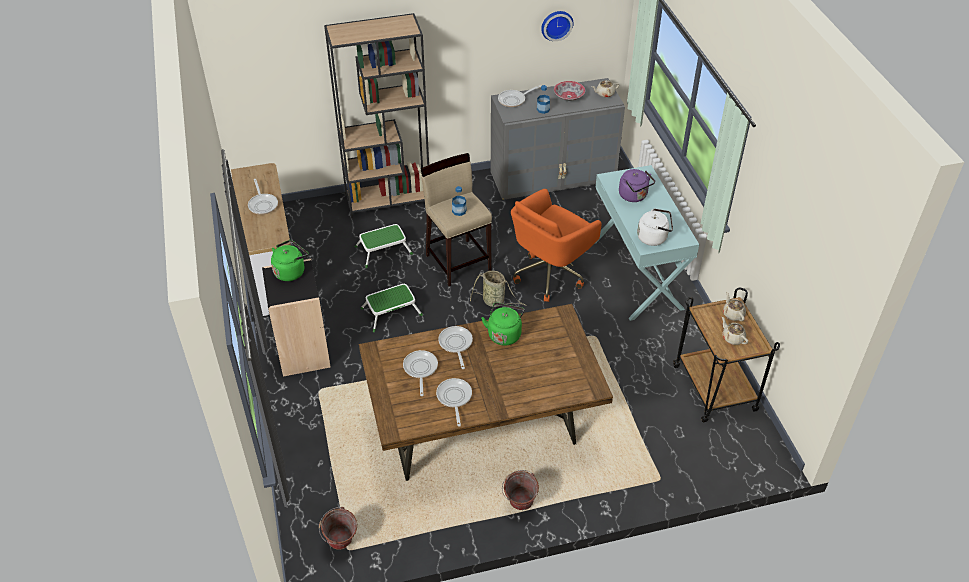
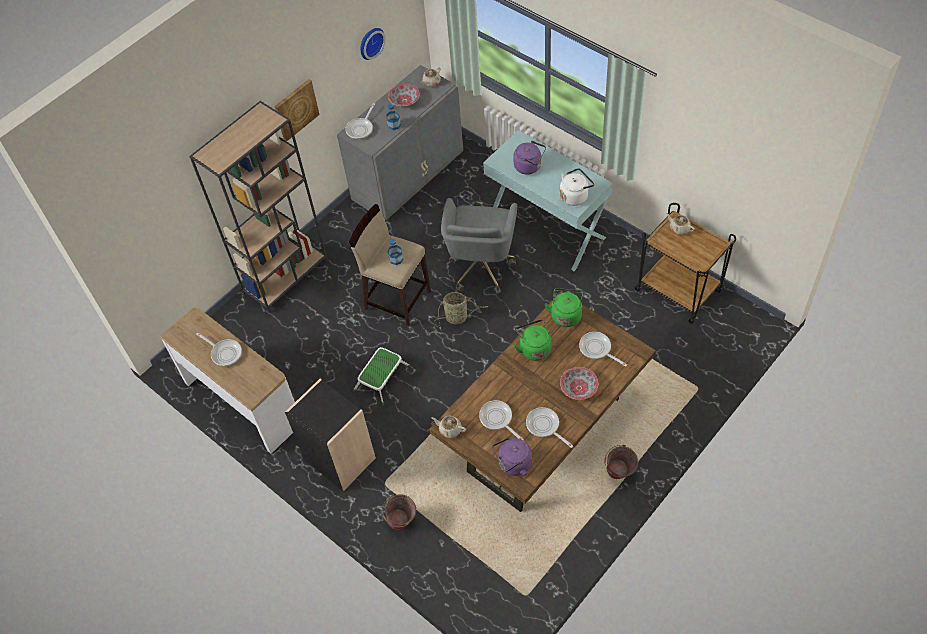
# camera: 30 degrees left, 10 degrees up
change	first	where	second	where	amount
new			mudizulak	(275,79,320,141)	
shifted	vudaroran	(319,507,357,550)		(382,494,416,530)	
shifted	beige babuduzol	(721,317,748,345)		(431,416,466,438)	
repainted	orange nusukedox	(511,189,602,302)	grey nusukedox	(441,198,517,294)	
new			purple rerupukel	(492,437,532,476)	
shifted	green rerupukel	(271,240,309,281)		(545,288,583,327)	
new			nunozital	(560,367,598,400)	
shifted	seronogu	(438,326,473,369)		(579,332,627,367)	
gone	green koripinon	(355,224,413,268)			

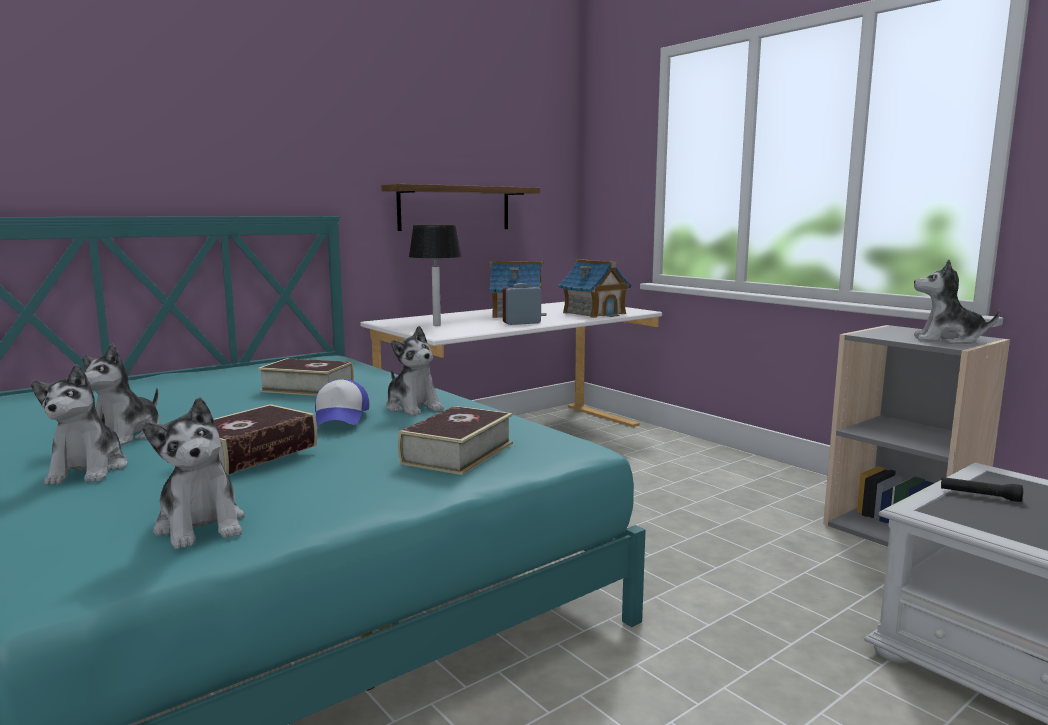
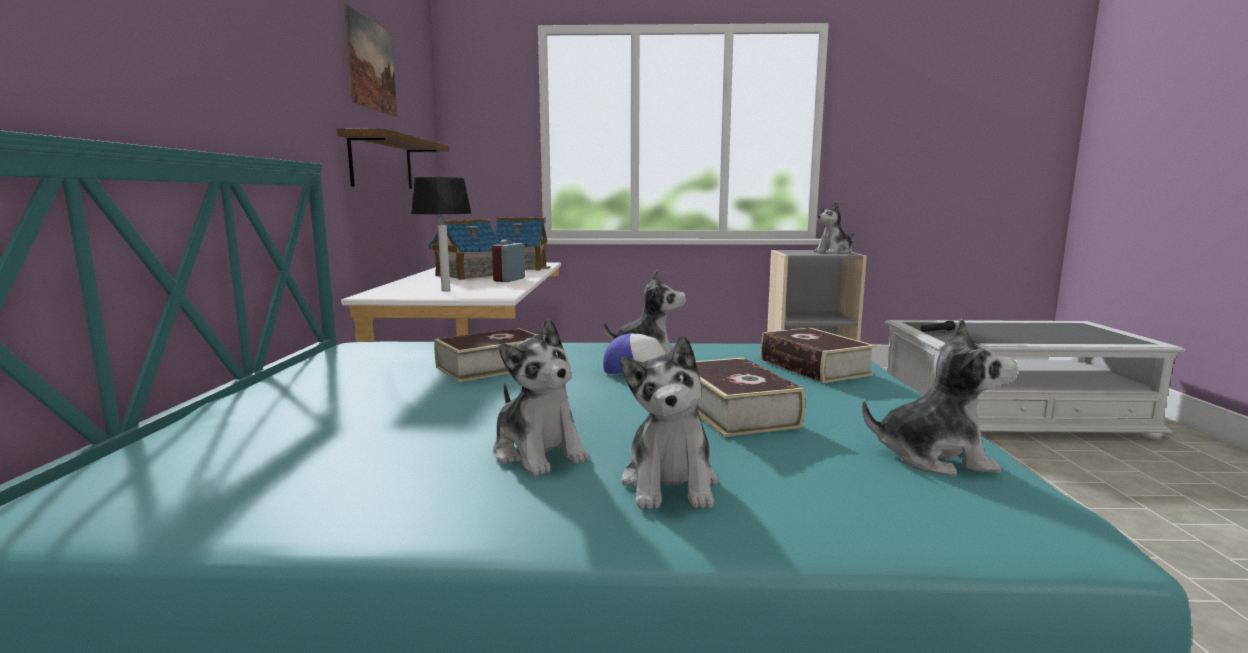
# camera: 50 degrees left, 0 degrees up
change	first	where	second	where	amount
new			mudizulak	(344,4,397,117)	
rotated	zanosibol	(31,364,127,485)		(621,335,719,509)	60 degrees clockwise

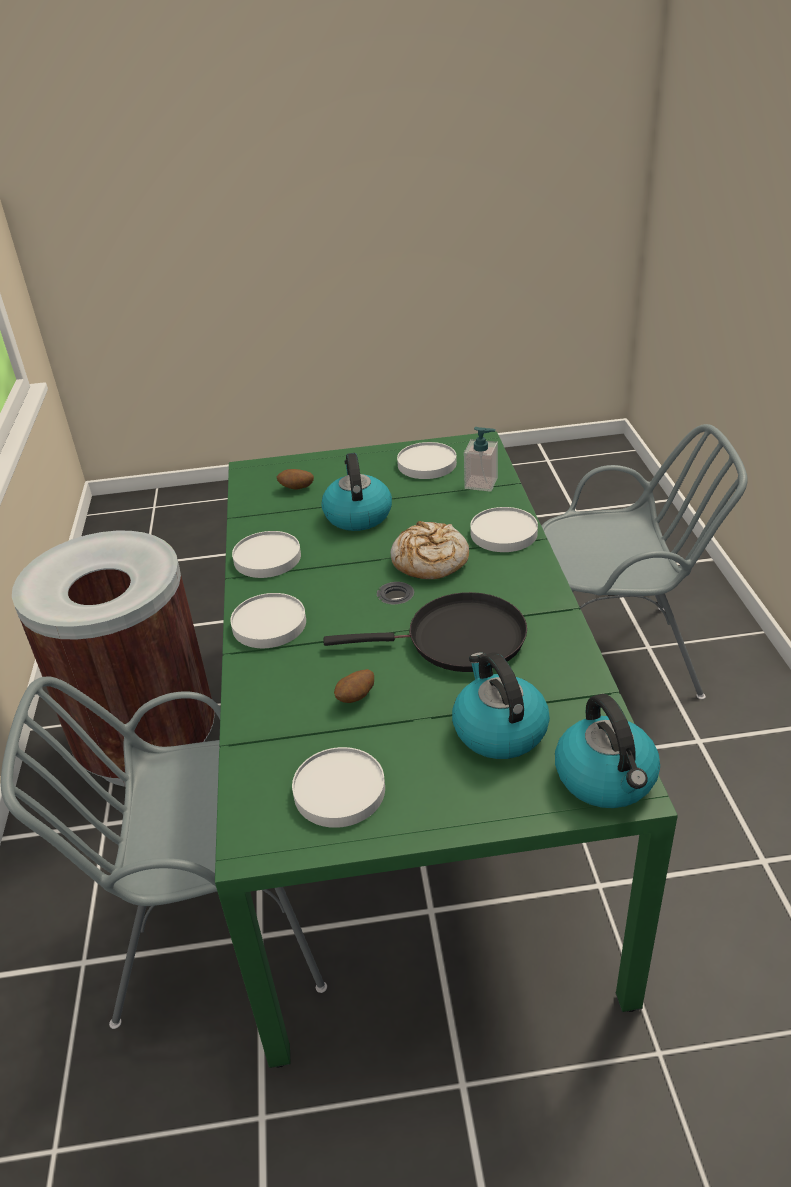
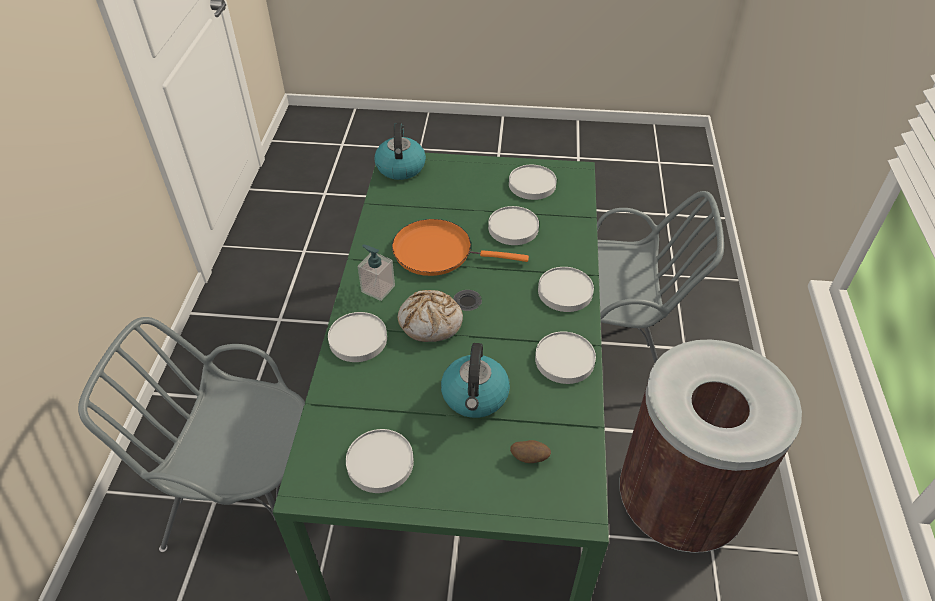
# camera: 170 degrees left, 10 degrees up
change	first	where	second	where	amount
shifted	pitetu	(464,427,498,492)		(358,245,395,301)	
repainted	black seronogu	(323,592,527,672)	orange seronogu	(392,219,529,276)	
swapped	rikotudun	(334,669,374,703)	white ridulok	(488,206,539,245)	
gone	rerupukel	(452,652,550,759)			

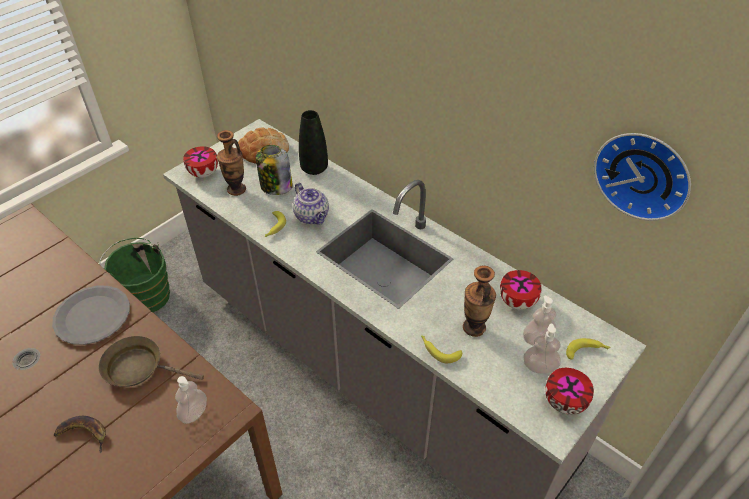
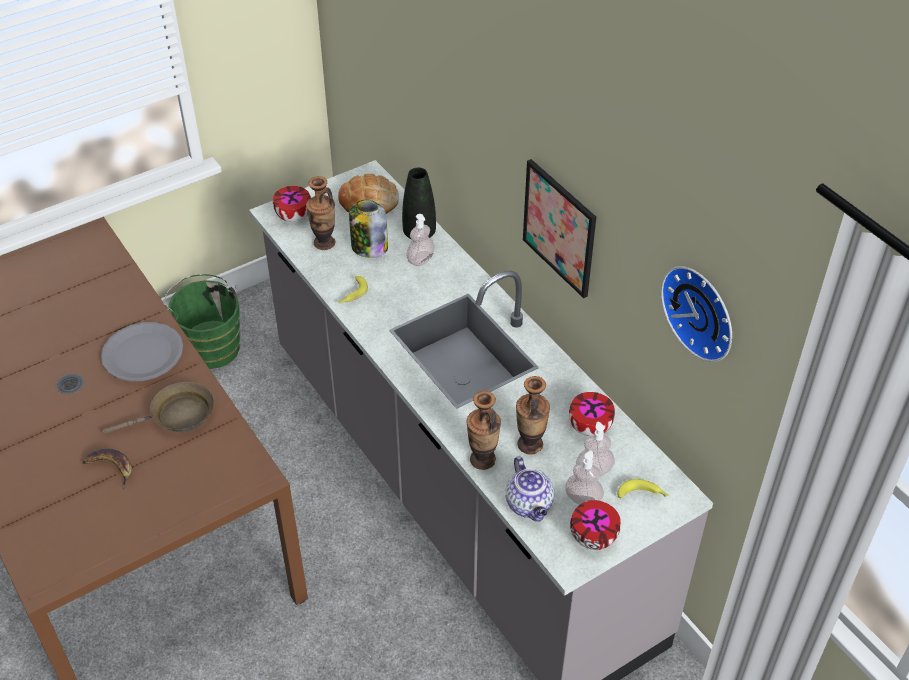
# camera: 15 degrees right, 0 degrees up
change	first	where	second	where	amount
rotated	brown seronogu	(99,336,204,387)		(102,382,214,434)	135 degrees clockwise
shifted	pitetu	(175,376,207,424)		(406,214,435,266)	
swapped	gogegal	(421,335,462,363)	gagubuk	(466,391,501,470)	
shifted	babuduzol	(293,183,329,225)		(505,456,554,522)	
new			mudizulak	(523,159,596,298)	

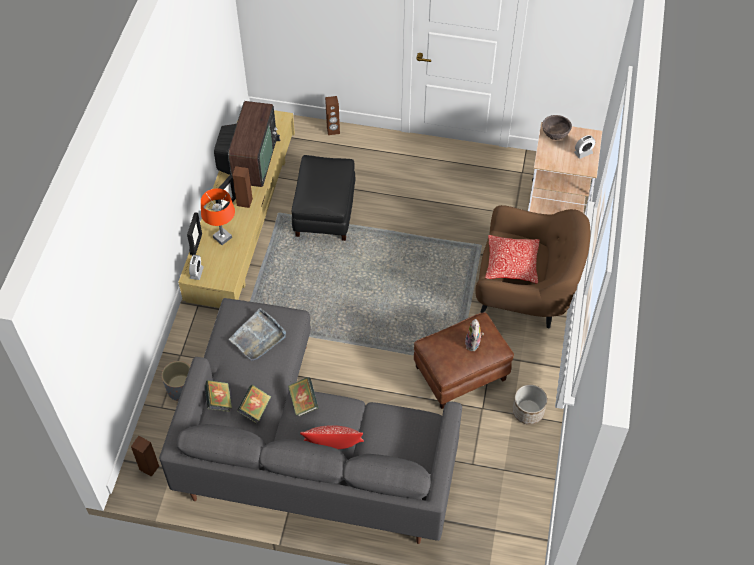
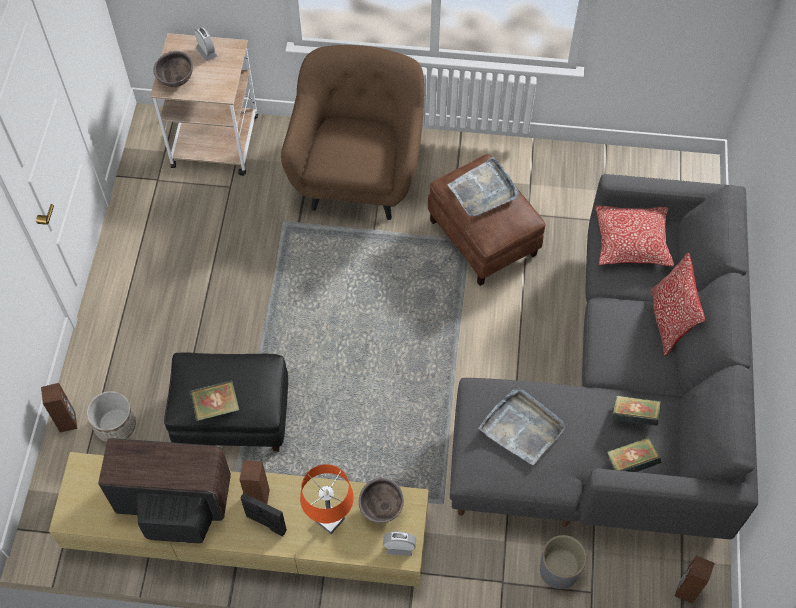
# camera: 95 degrees left, 5 degrees up
change	first	where	second	where	amount
shifted	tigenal	(512,385,547,425)		(87,391,136,443)	
shifted	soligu	(288,377,319,417)		(189,380,239,421)	
new			brown nunozital	(359,478,404,523)	
swapped	zanosibol	(465,319,484,351)	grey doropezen	(448,156,519,216)	
shifted	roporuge	(485,235,540,283)		(595,205,674,267)	
gone	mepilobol	(187,212,202,256)			

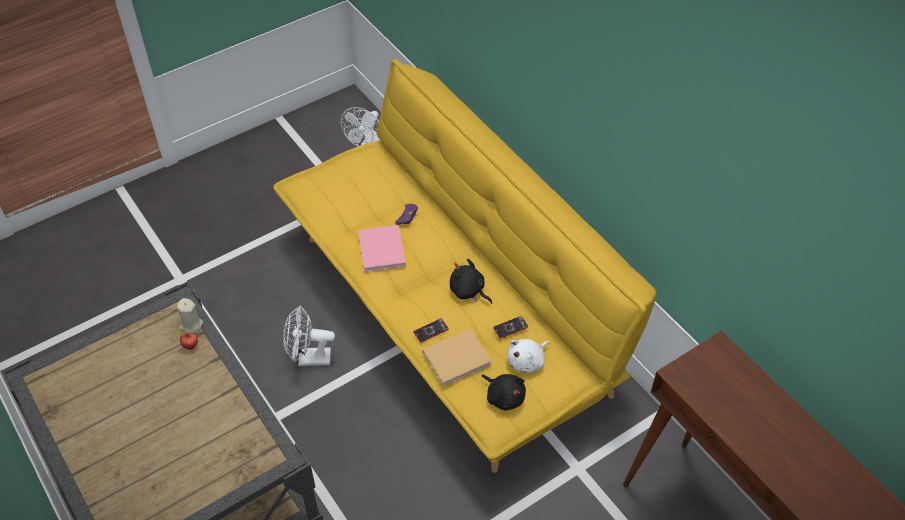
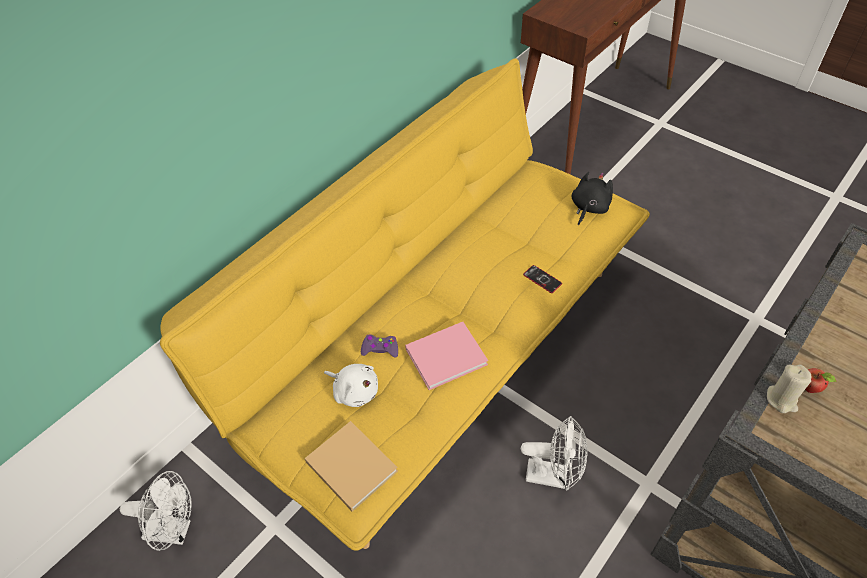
# camera: 105 degrees left, 0 degrees up
change	first	where	second	where	amount
shifted	beige soligu	(423,329,492,386)		(305,421,398,512)	
shifted	white zanosibol	(507,339,550,373)		(324,364,378,407)	
rotated	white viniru	(283,306,335,366)		(521,416,587,491)	60 degrees counterclockwise
gone	black zanosibol	(450,259,492,304)			
gone	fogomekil	(493,316,528,338)			

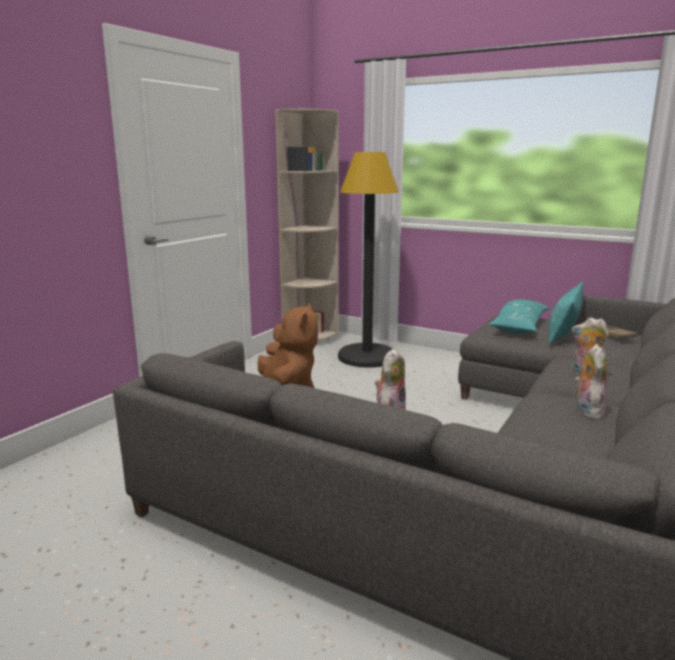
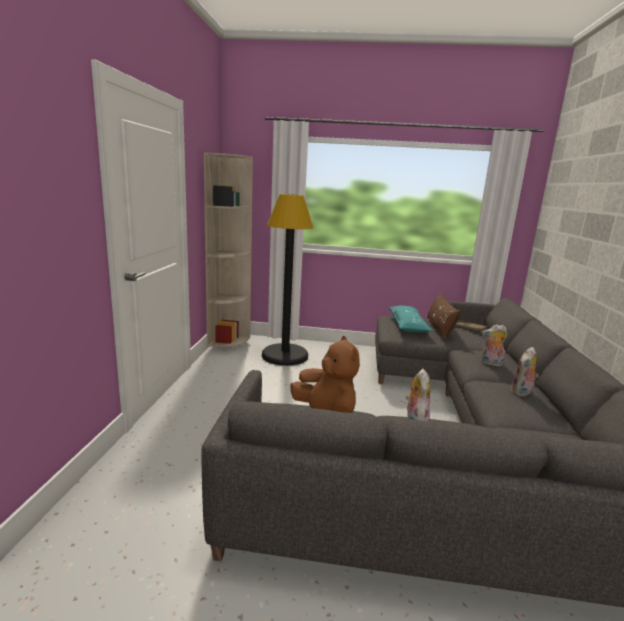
# camera: 25 degrees left, 0 degrees up
change	first	where	second	where	amount
repainted	turquoise roporuge	(549,282,584,344)	brown roporuge	(427,292,461,340)	
rotated	zanosibol	(575,344,607,419)		(511,347,539,397)	120 degrees counterclockwise

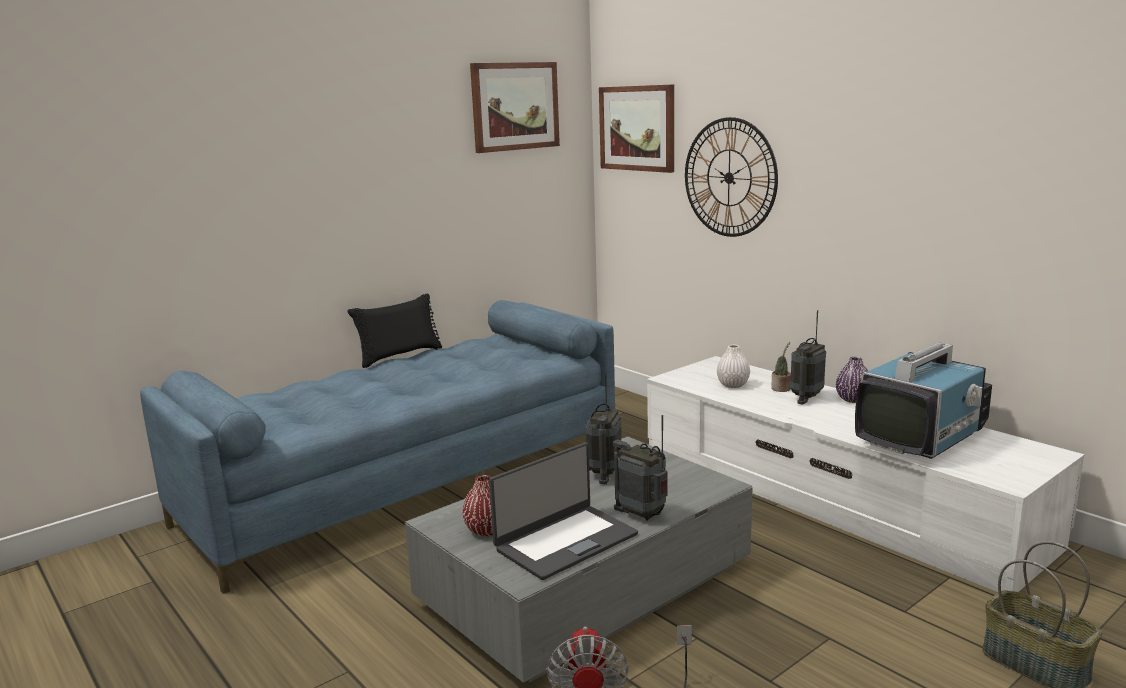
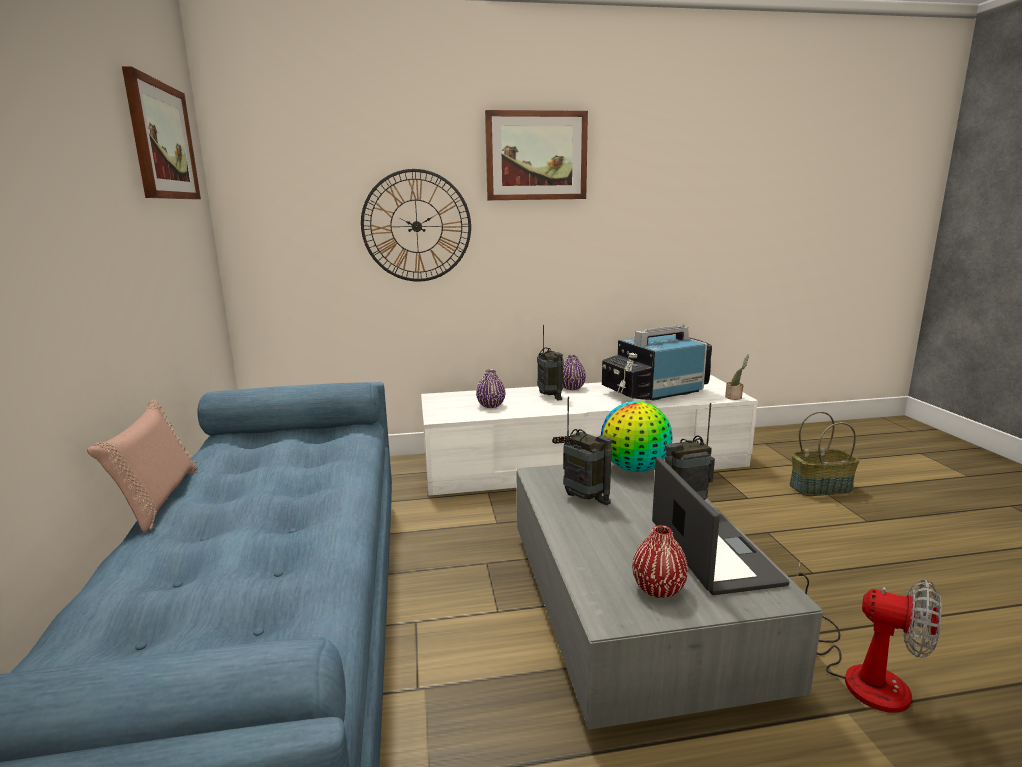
# camera: 60 degrees left, 0 degrees up
change	first	where	second	where	amount
repainted	black roporuge	(347,294,442,368)	beige roporuge	(87,400,198,532)	
repainted	white gagubuk	(717,345,750,388)	purple gagubuk	(476,369,505,408)	
shifted	mudizulak	(599,84,674,173)		(485,110,588,200)	
new			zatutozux	(601,401,672,472)	
rotated	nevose	(855,342,992,459)		(602,324,712,401)	105 degrees counterclockwise
shifted	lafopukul	(771,342,791,392)		(725,354,749,400)	

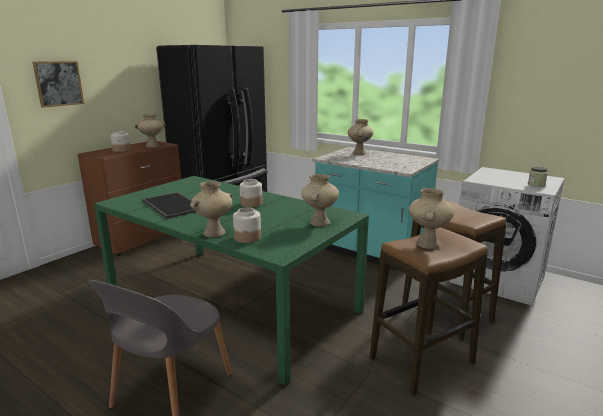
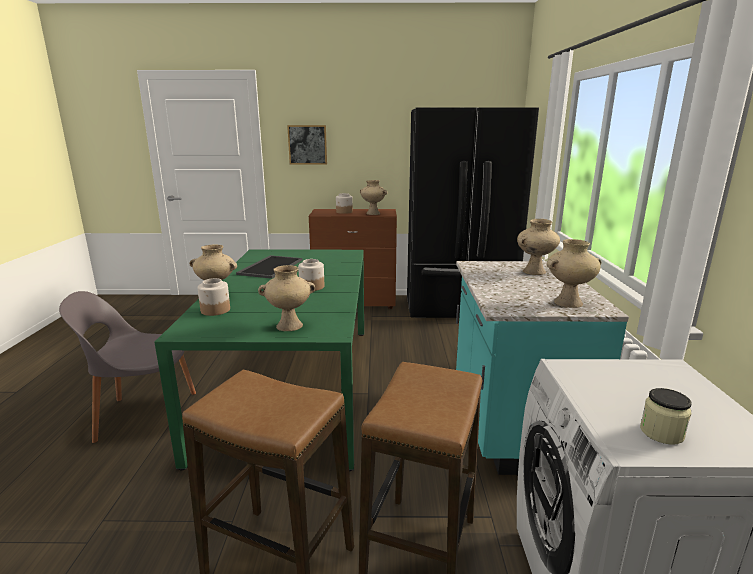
# camera: 55 degrees right, 0 degrees up
change	first	where	second	where	amount
shifted	beige gagubuk	(409,188,454,249)		(547,239,602,308)	

